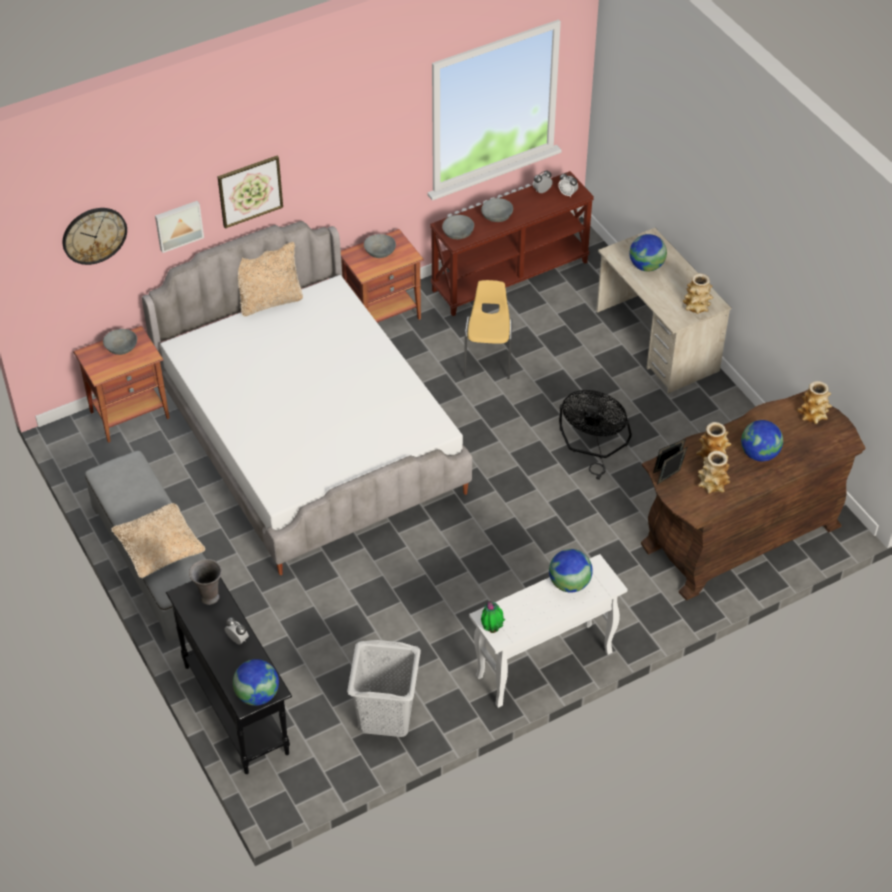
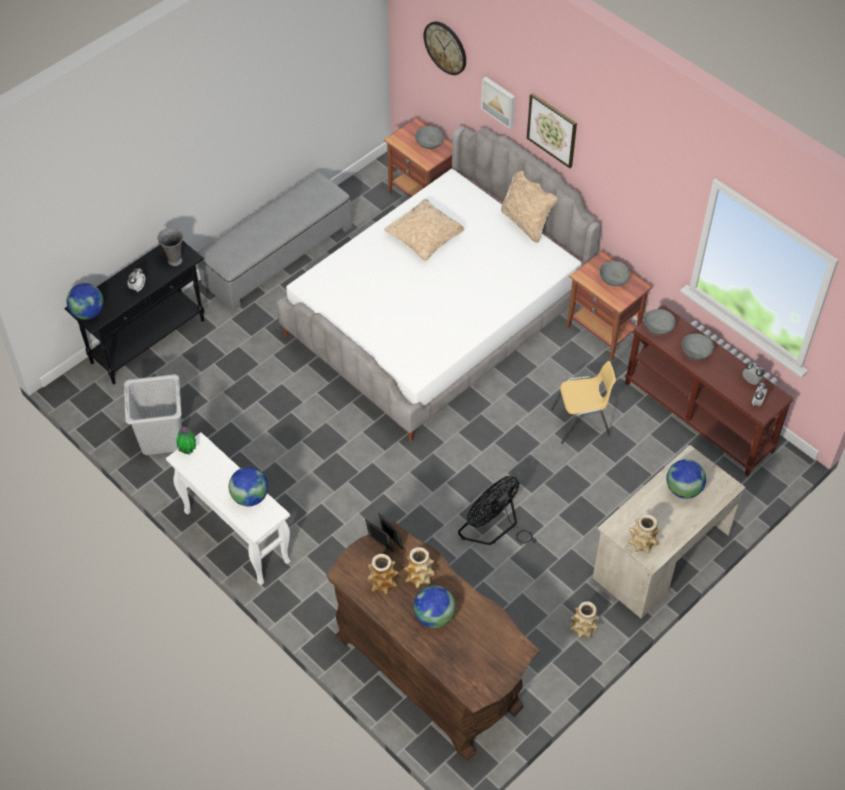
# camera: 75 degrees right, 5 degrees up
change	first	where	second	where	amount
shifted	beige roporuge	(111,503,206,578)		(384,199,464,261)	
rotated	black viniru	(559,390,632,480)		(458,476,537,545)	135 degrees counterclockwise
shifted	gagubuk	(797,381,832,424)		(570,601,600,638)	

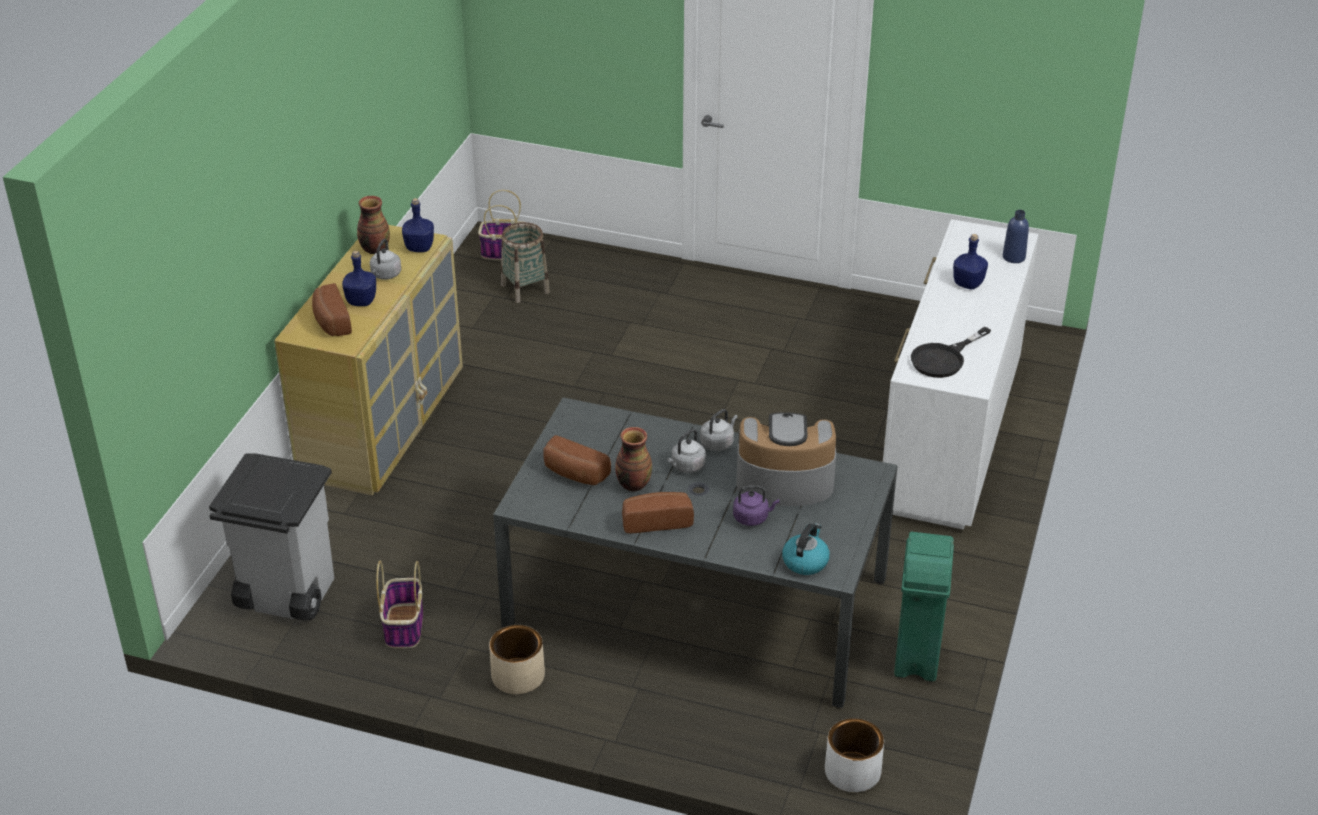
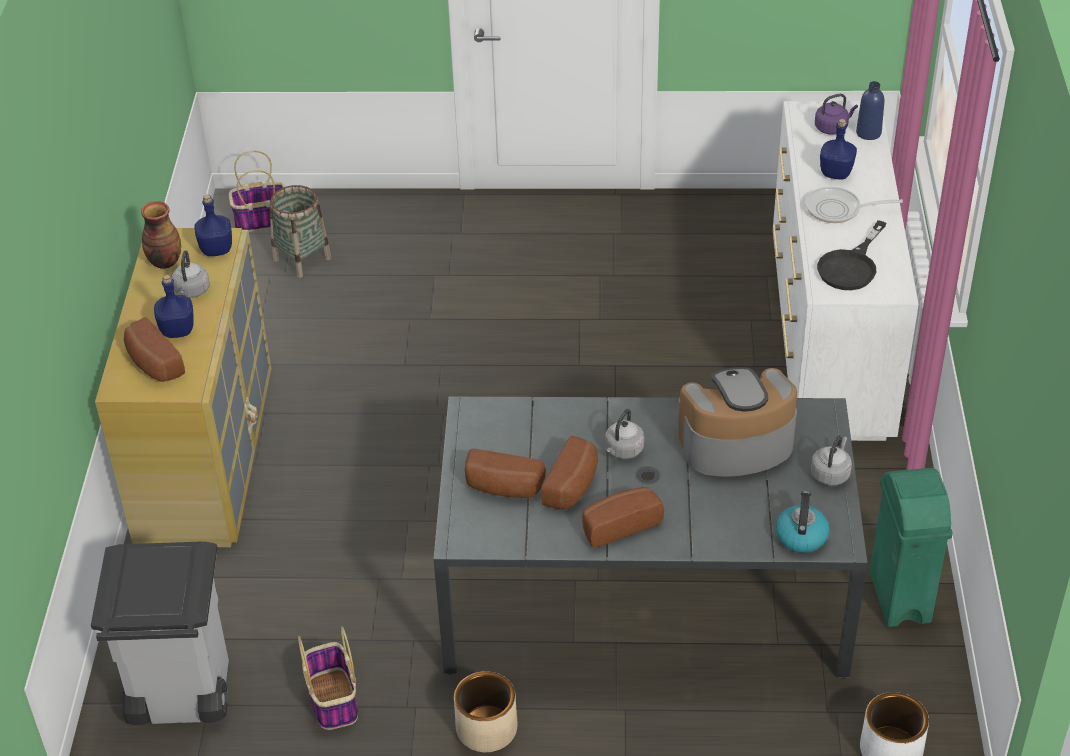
# camera: 15 degrees left, 5 degrees up
change	first	where	second	where	amount
swapped	gagubuk	(615,427,652,491)	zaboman	(542,436,598,509)	
new			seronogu	(805,186,903,223)	
shifted	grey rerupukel	(700,409,738,451)		(811,435,852,486)	
shifted	purple rerupukel	(733,485,780,526)		(815,94,858,135)	

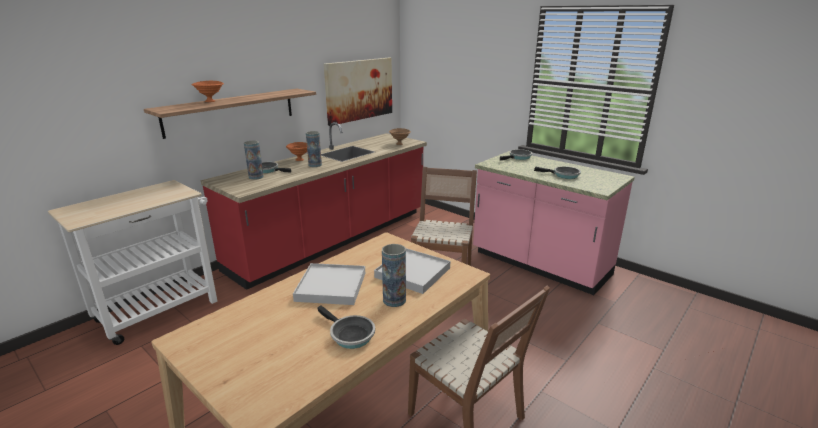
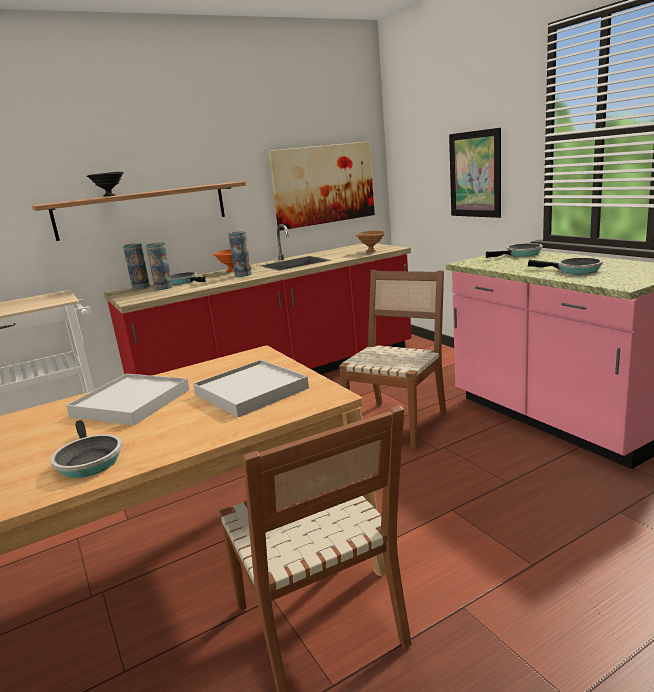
# camera: 20 degrees right, 5 degrees down
change	first	where	second	where	amount
repainted	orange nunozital	(192,81,224,102)	black nunozital	(87,172,124,197)	
shifted	gagubuk	(382,244,406,307)		(123,243,150,289)	
new			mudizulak	(449,128,501,218)	

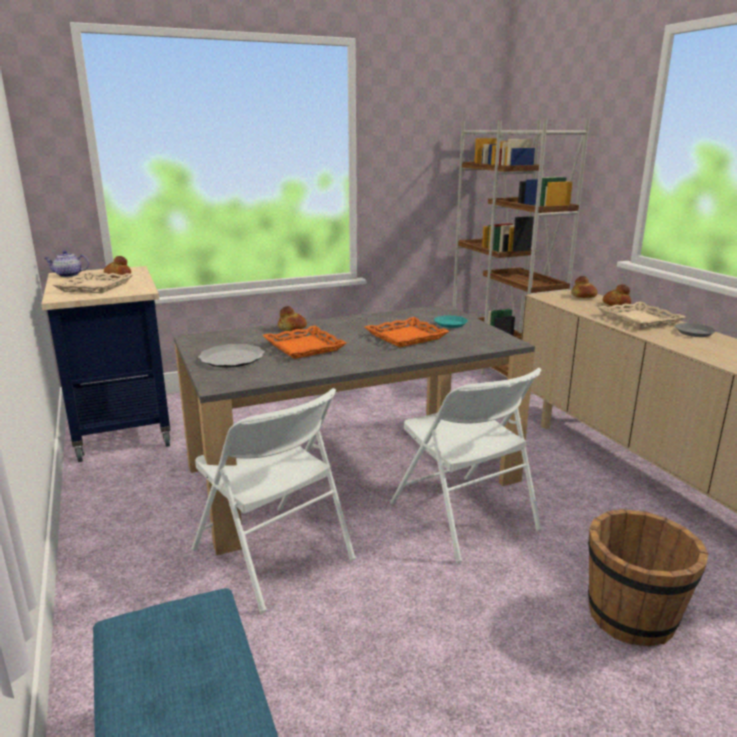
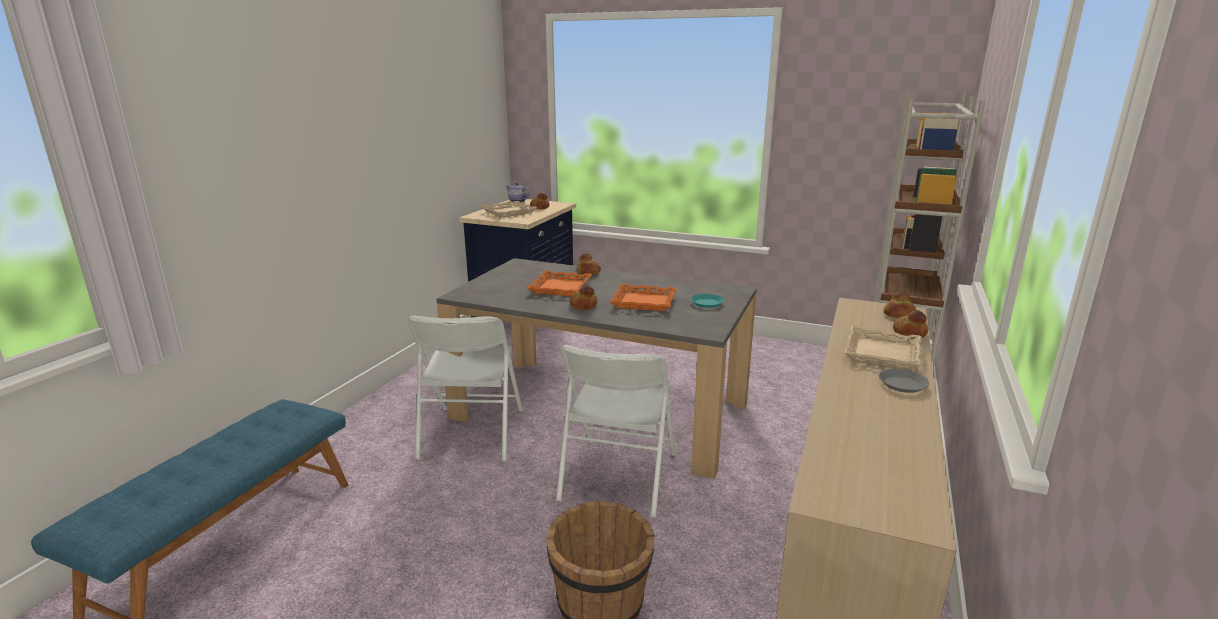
# camera: 45 degrees right, 0 degrees up
change	first	where	second	where	amount
new			zaboman	(570,285,598,310)	
gone	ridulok	(198,344,265,368)			

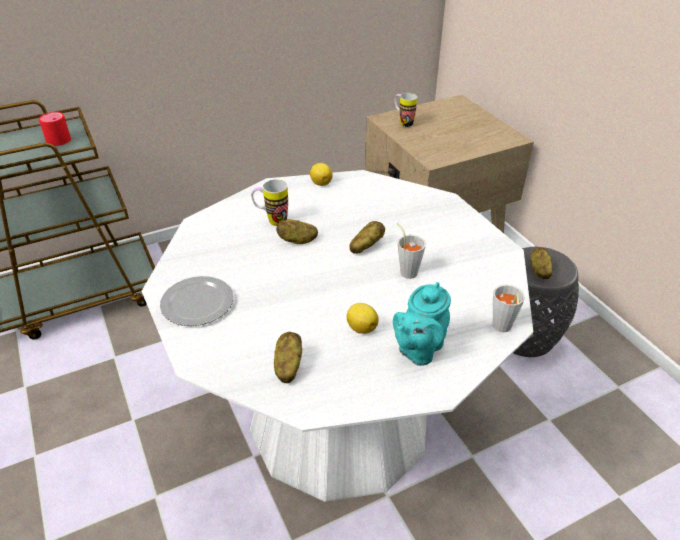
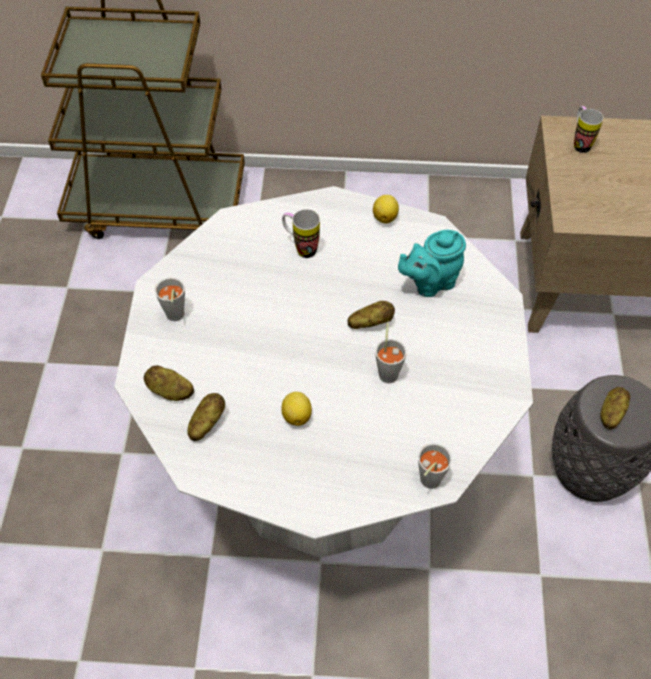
# camera: 30 degrees right, 15 degrees up
change	first	where	second	where	amount
shifted	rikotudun	(276,219,318,244)		(144,365,194,401)	
swapped	ridulok	(160,276,234,326)	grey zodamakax	(155,277,185,321)	
shifted	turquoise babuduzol	(393,282,451,366)		(398,230,466,297)	
gone	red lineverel	(39,112,71,146)			

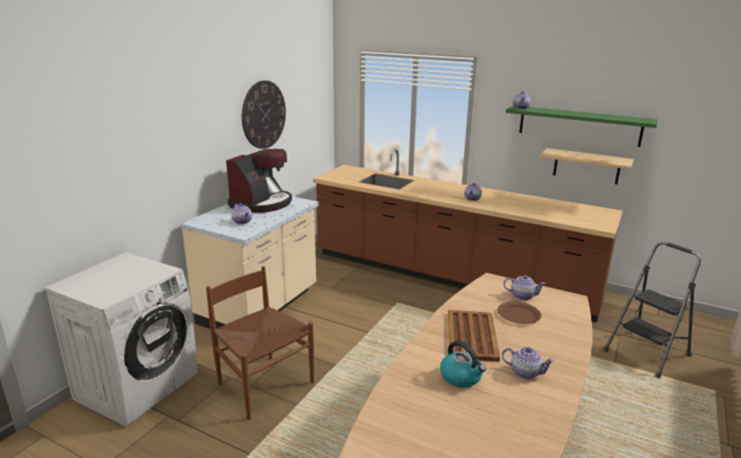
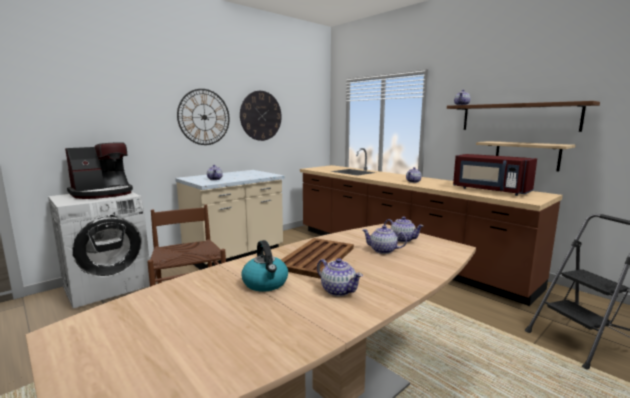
# camera: 20 degrees right, 10 degrees down
change	first	where	second	where	amount
shifted	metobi	(226,149,292,213)		(65,143,133,199)	
new			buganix	(177,89,229,145)	
swapped	brown ridulok	(497,301,541,324)	babuduzol	(362,225,407,254)	
repainted	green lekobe	(506,106,658,147)	brown lekobe	(447,101,600,132)	
new			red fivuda	(453,154,537,196)	

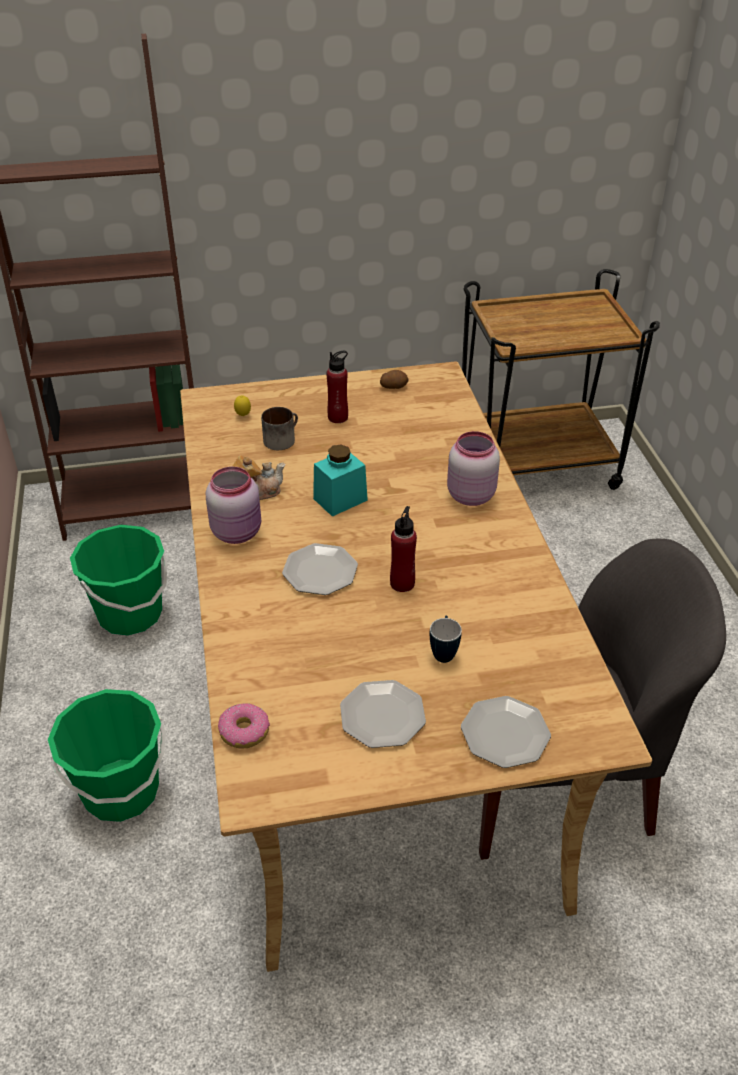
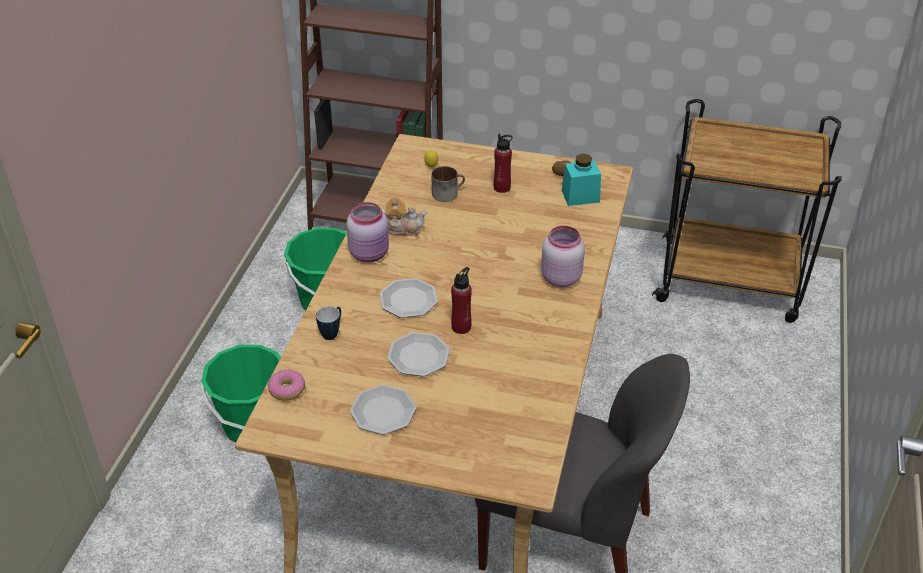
# camera: 25 degrees right, 0 degrees up
change	first	where	second	where	amount
shifted	lineverel	(430,616,462,663)		(316,306,341,340)	
shifted	ridulok	(461,696,551,768)		(387,332,450,377)	
shifted	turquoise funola	(313,445,368,517)		(562,154,601,206)	

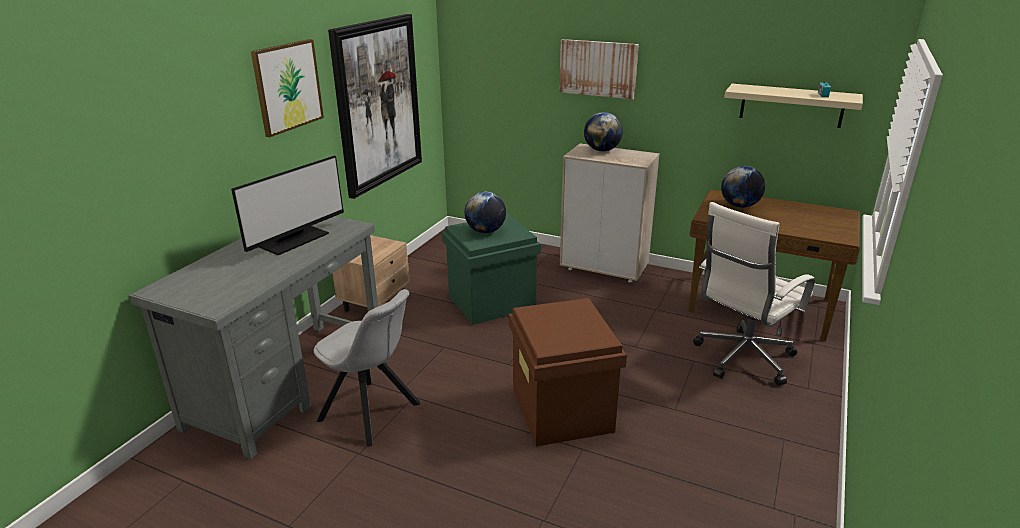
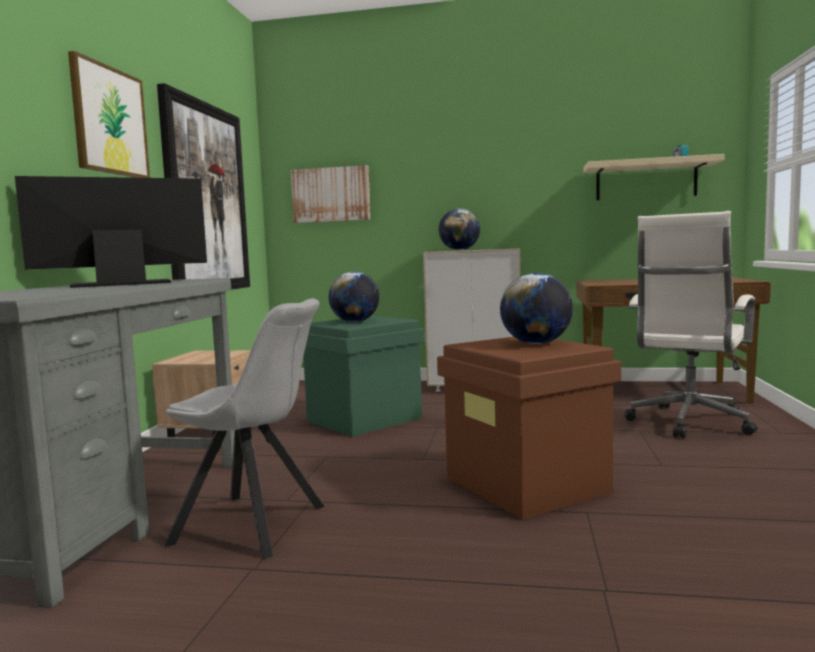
# camera: 15 degrees left, 20 degrees down
change	first	where	second	where	amount
rotated	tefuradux	(231,156,344,255)		(15,176,207,288)	135 degrees counterclockwise
shifted	mudizulak	(559,39,639,99)		(291,165,371,223)	
shifted	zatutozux	(721,166,765,208)		(500,273,573,344)	

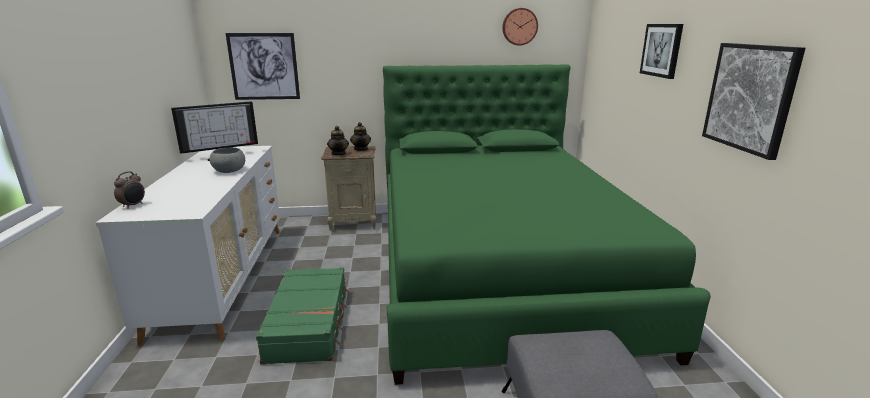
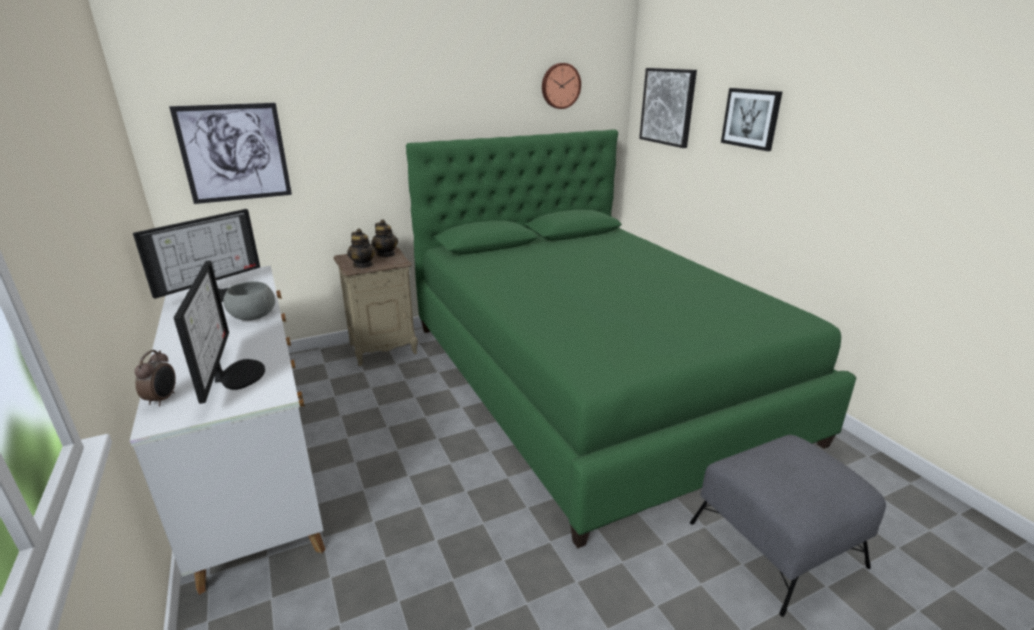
# camera: 20 degrees left, 5 degrees up
change	first	where	second	where	amount
new			tefuradux	(174,261,265,404)	
shifted	mudizulak	(702,43,806,160)		(639,68,697,148)	
gone	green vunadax	(256,267,350,365)			

